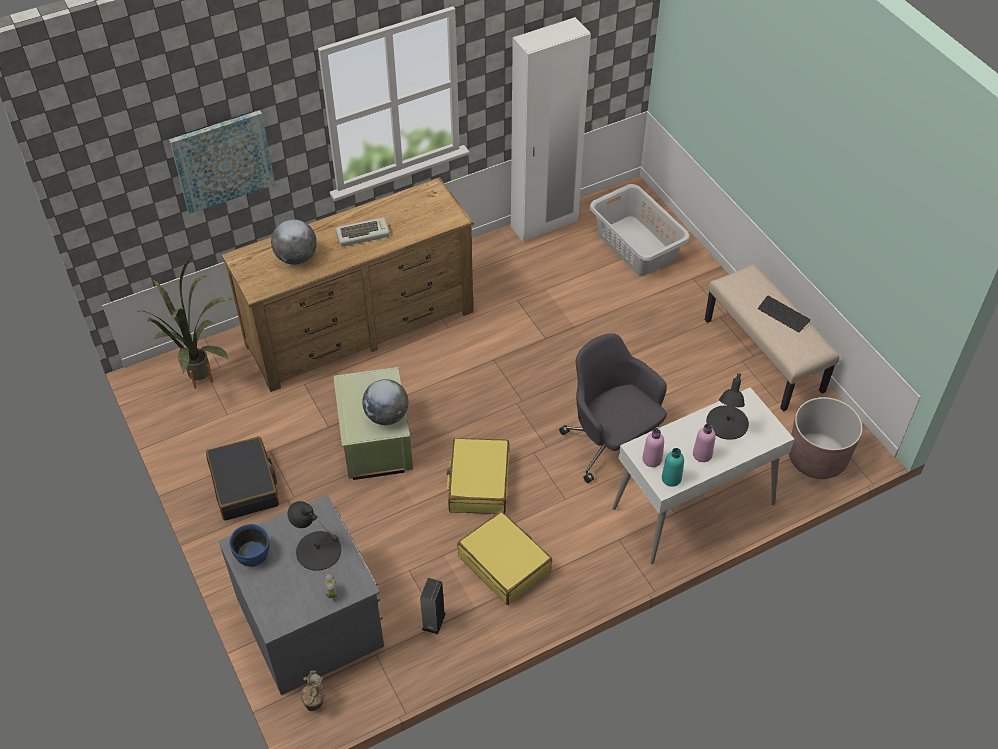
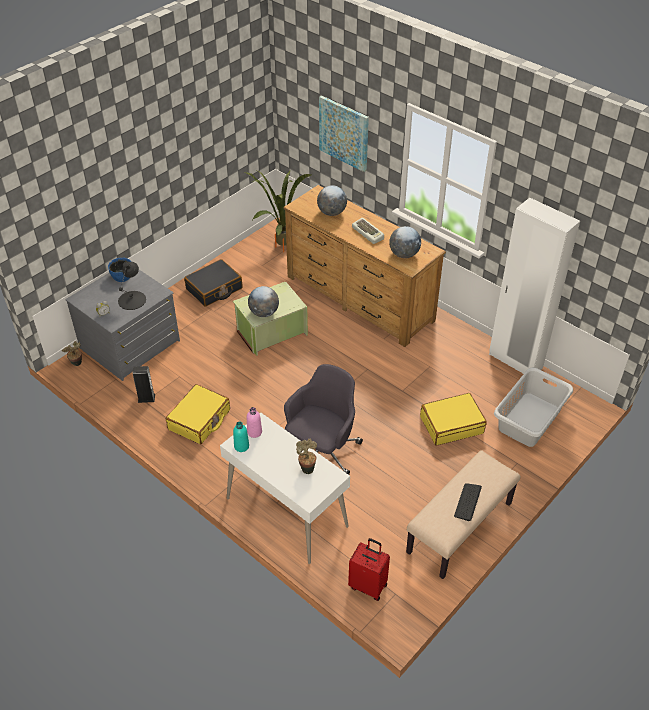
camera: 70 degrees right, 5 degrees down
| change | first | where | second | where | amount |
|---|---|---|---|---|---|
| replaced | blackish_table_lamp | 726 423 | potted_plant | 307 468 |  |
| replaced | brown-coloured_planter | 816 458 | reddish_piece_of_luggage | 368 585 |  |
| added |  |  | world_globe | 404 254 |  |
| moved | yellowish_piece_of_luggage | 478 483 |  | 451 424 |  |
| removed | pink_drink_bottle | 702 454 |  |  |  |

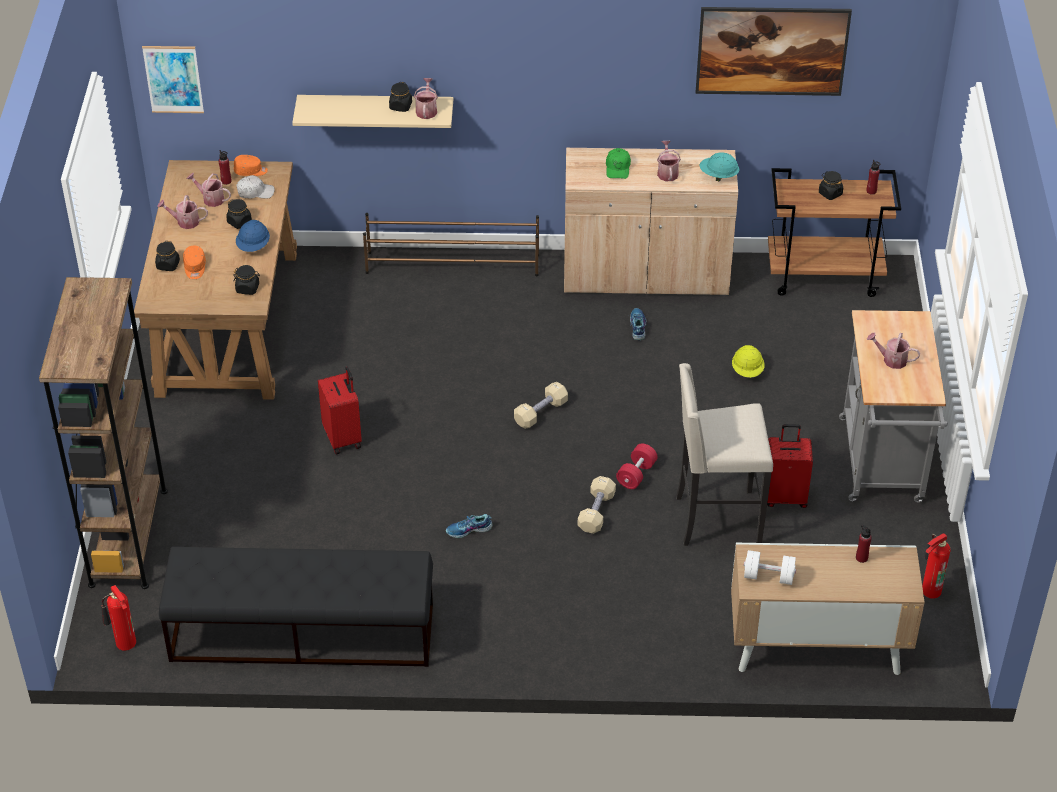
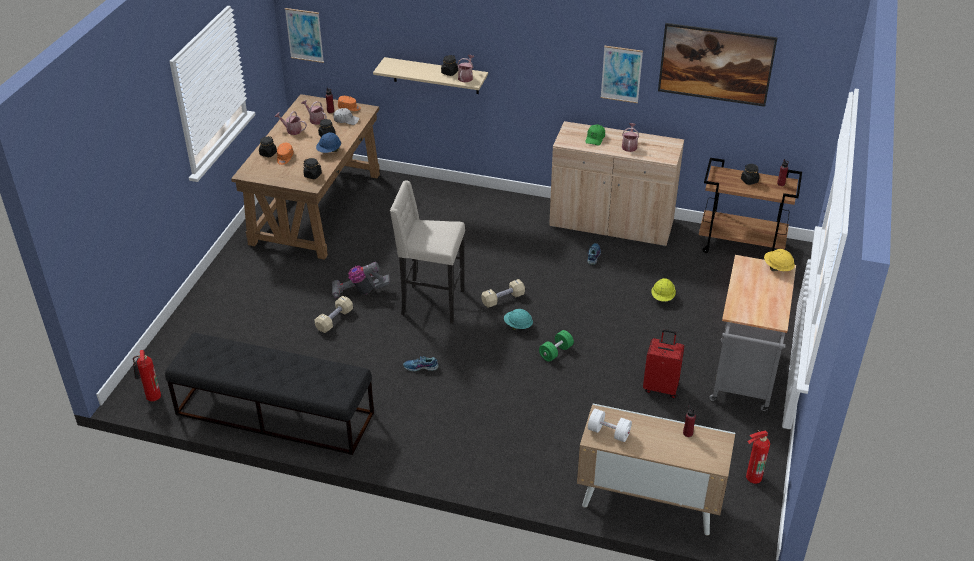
camera: 15 degrees right, 5 degrees down
| change | first | where | second | where | amount |
|---|---|---|---|---|---|
| moved | beige_free_weight | 596 512 |  | 334 320 |  |
| replaced | reddish_piece_of_luggage | 343 438 | vacuum | 360 291 |  |
| moved | beige_stool | 715 520 |  | 431 303 |  |
| moved | turquoise-coloured_work_helmet | 718 176 |  | 518 326 |  |
| recoloured | reddish_free_weight | 636 474 | green-coloured_free_weight | 556 352 |  |
| added |  |  | picture | 621 74 |  |
| added |  |  | yellowish_work_helmet | 777 268 |  |
| removed | brown-coloured_bookshelf | 128 537 |  |  |  |
| removed | brown-coloured_shoe_stand | 453 264 |  |  |  |
| removed | watering_can | 891 359 |  |  |  |

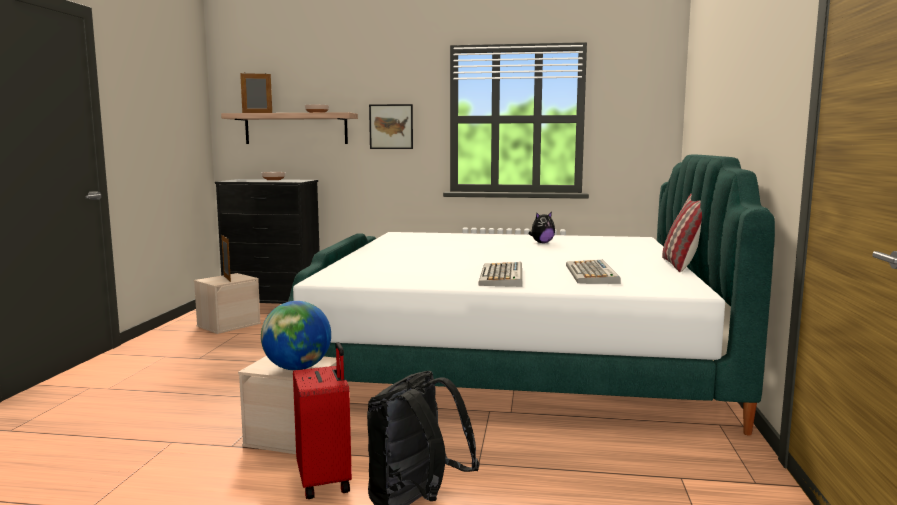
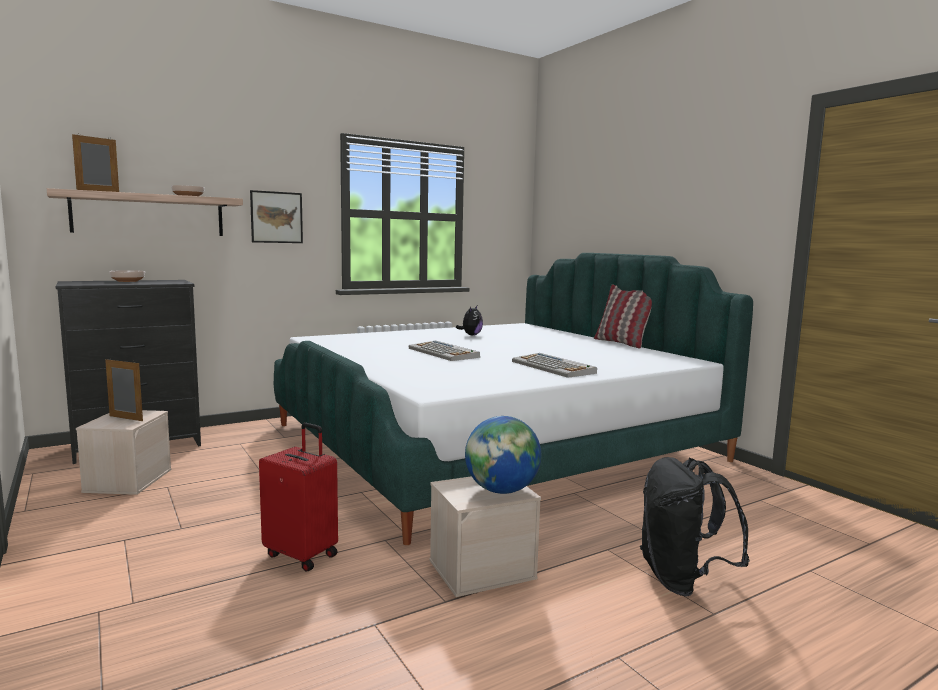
camera: 40 degrees left, 0 degrees up
| change | first | where | second | where | amount |
|---|---|---|---|---|---|
| moved | reddish_piece_of_luggage | 325 480 |  | 302 554 |  |
| moved | PC_keyboard | 592 274 |  | 444 353 |  |

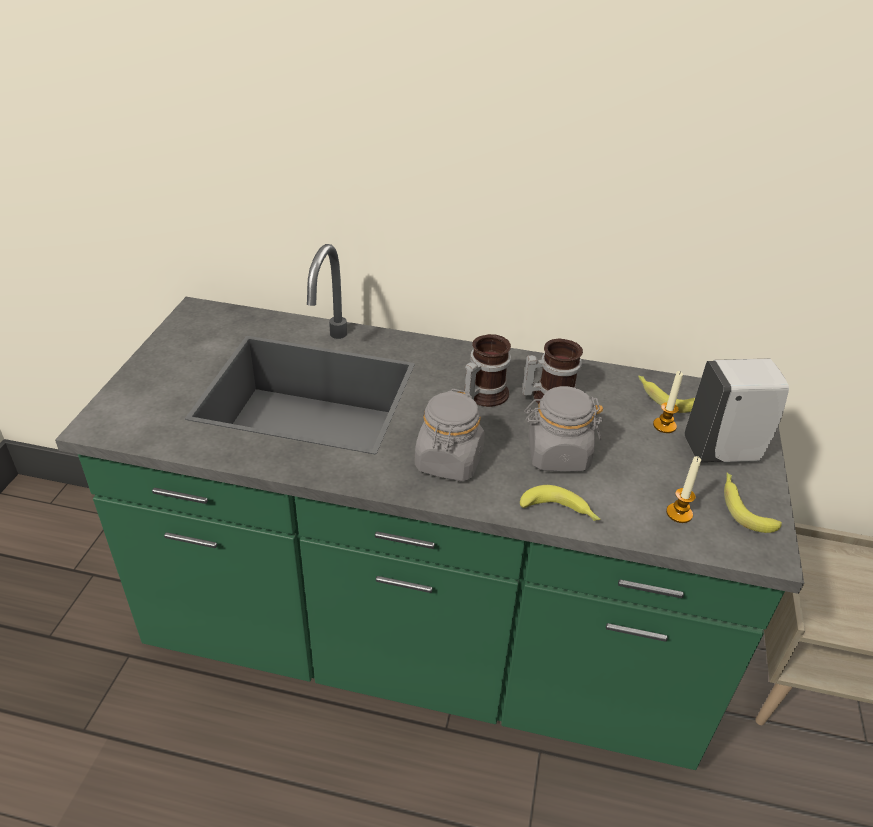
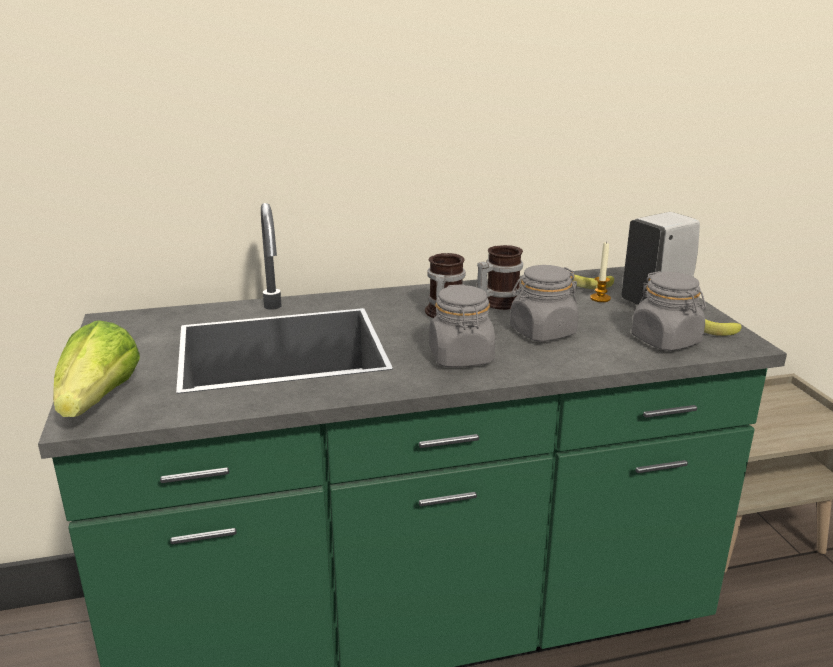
camera: 25 degrees left, 15 degrees down
| change | first | where | second | where | amount |
|---|---|---|---|---|---|
| added |  |  | lettuce_head | 99 400 |  |
| replaced | candle | 679 513 | gray_storage_jar | 666 340 |  |
| removed | whole_banana | 560 512 |  |  |  |

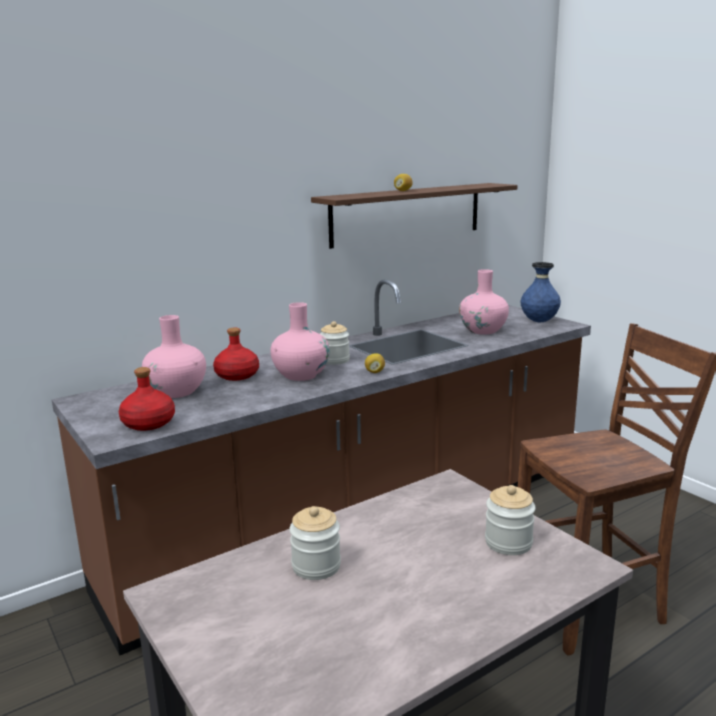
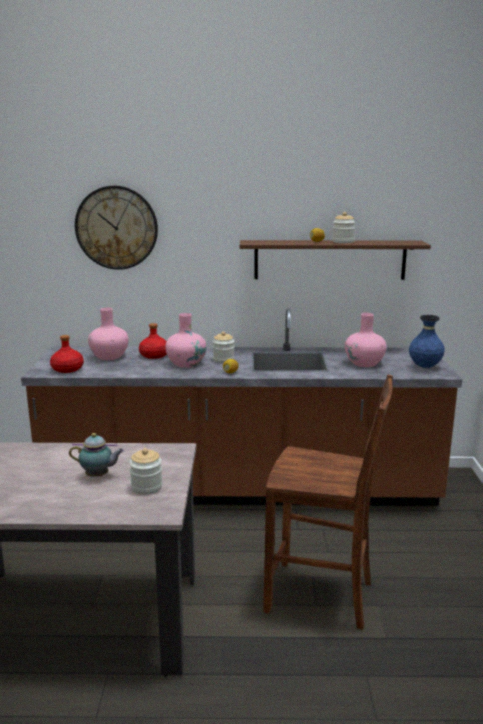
camera: 35 degrees right, 0 degrees up
| change | first | where | second | where | amount |
|---|---|---|---|---|---|
| added |  |  | pot_for_tea | 98 476 |  |
| added |  |  | wall_clock | 116 228 |  |
| moved | storage_jar | 316 566 |  | 343 242 |  |

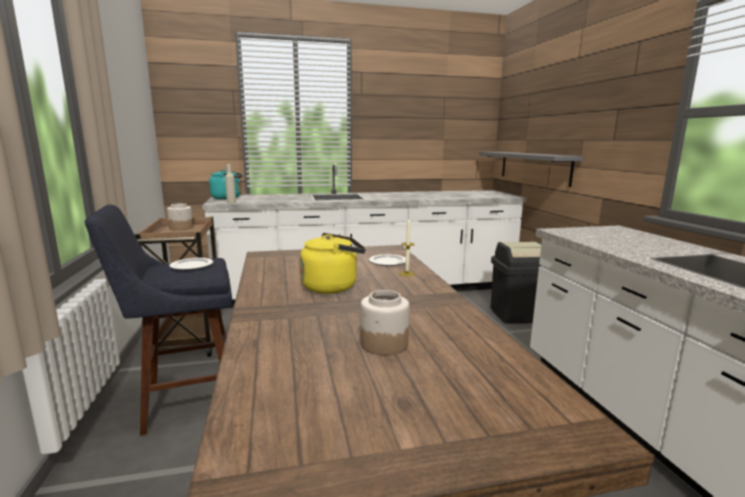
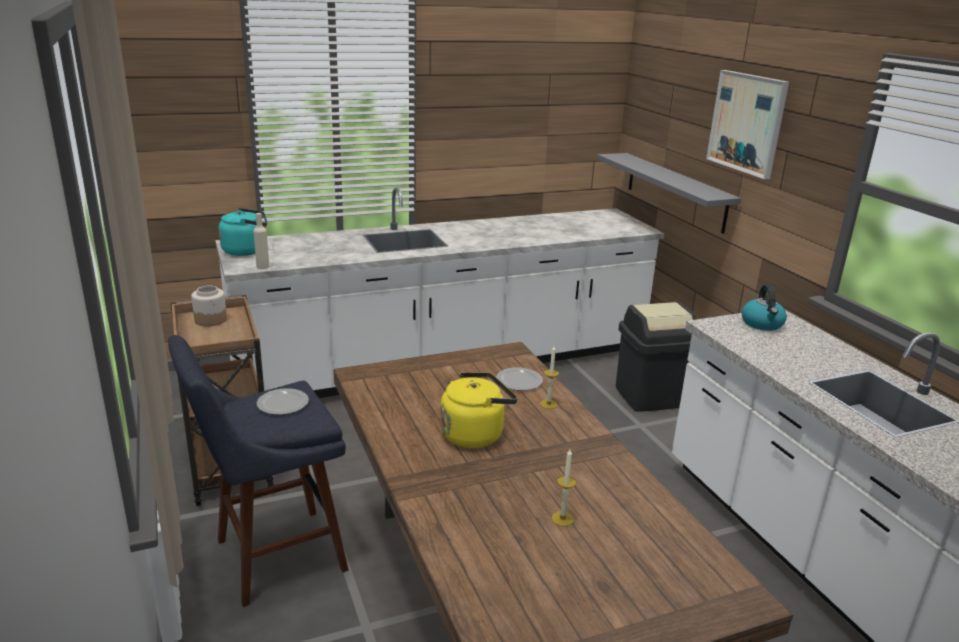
camera: 10 degrees left, 10 degrees up
| change | first | where | second | where | amount |
|---|---|---|---|---|---|
| replaced | storage_jar | 383 344 | candle | 562 519 |  |
| added |  |  | picture | 747 123 |  |
| added |  |  | kettle | 762 324 |  |

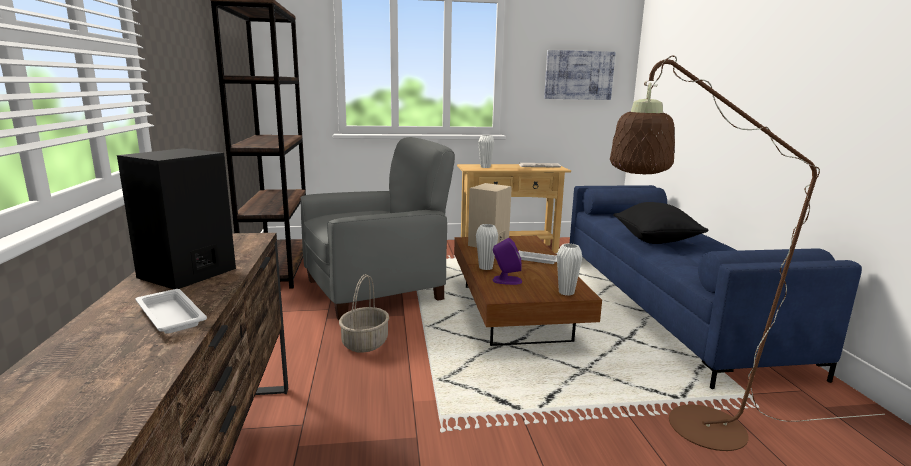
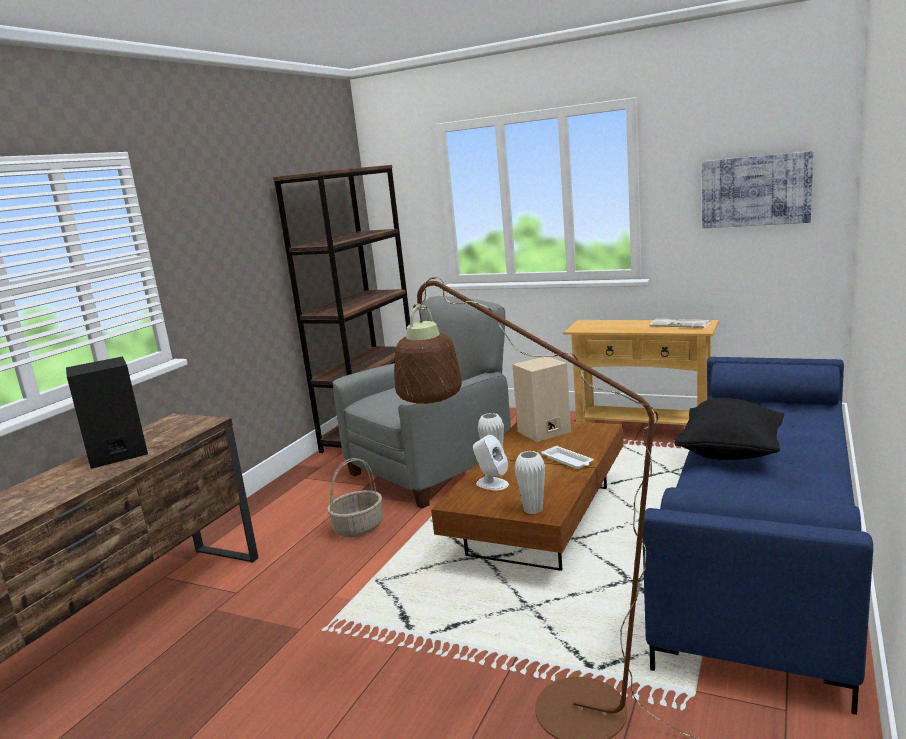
camera: 35 degrees right, 0 degrees up
| change | first | where | second | where | amount |
|---|---|---|---|---|---|
| turned | gray_armchair | 376 289 |  | 432 469 | 45 degrees counterclockwise |
| recoloured | purple_loudspeaker | 506 280 | whitish_loudspeaker | 491 484 |  |
| removed | whitish_tray | 170 315 |  |  |  |
| removed | whitish_decorative_vase | 485 167 |  |  |  |

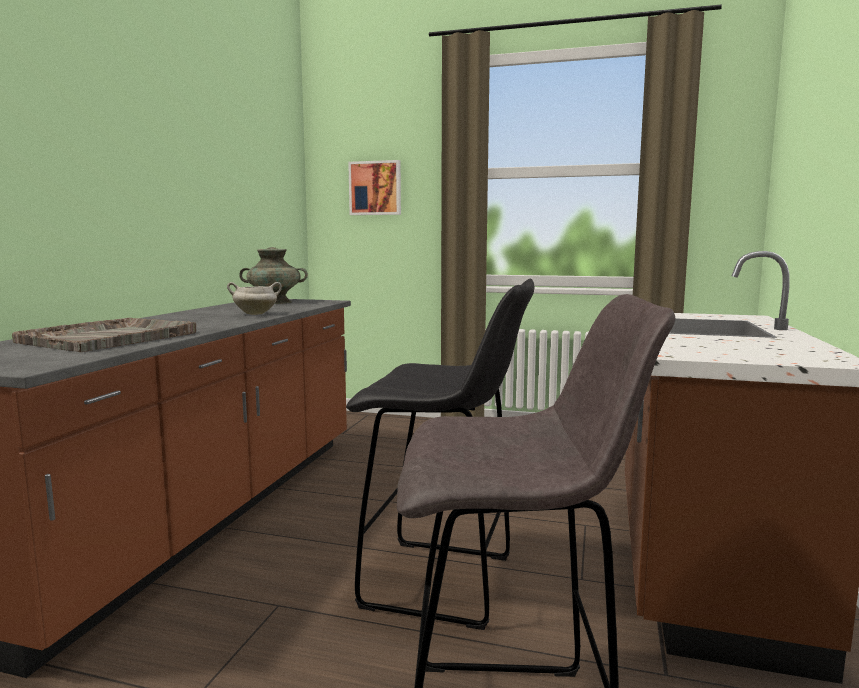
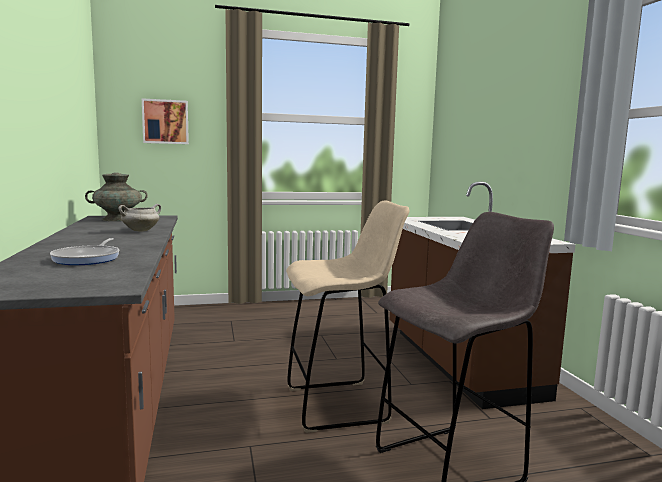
camera: 30 degrees left, 0 degrees up
| change | first | where | second | where | amount |
|---|---|---|---|---|---|
| replaced | gray_tray | 111 337 | frying_pan | 88 258 |  |
| recoloured | blackish_stool | 443 582 | beige_stool | 340 405 |  |

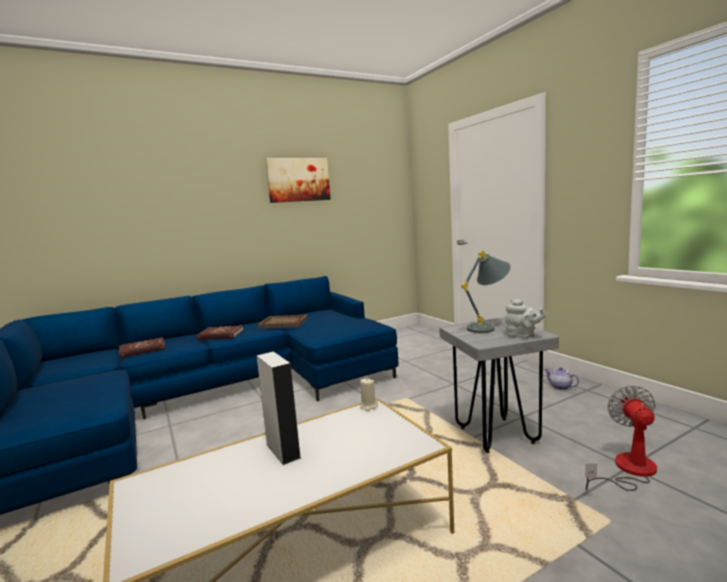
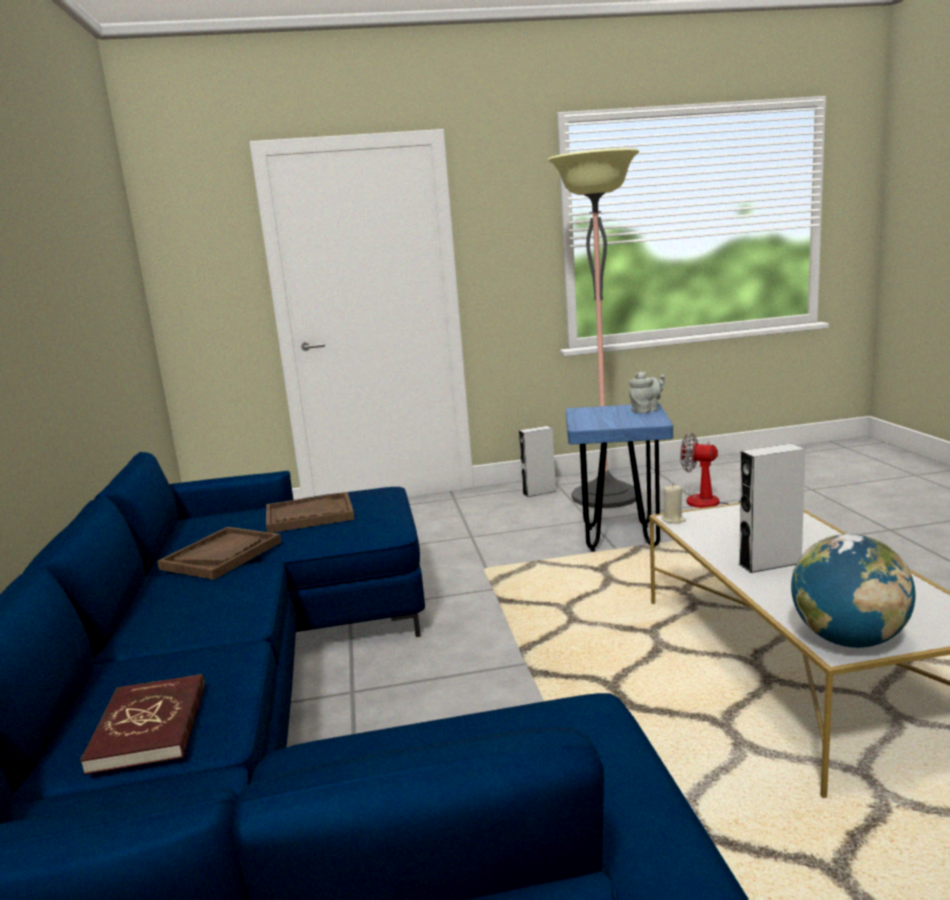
camera: 70 degrees left, 5 degrees up
| change | first | where | second | where | amount |
|---|---|---|---|---|---|
| added |  |  | brown-coloured_tray | 309 515 |  |
| replaced | pot_for_tea | 560 387 | gray_loudspeaker | 539 492 |  |
| added |  |  | standard_lamp | 605 496 |  |
| recoloured | gray_stool | 496 435 | blue_stool | 619 538 |  |
| added |  |  | world_globe | 848 640 |  |
| removed | reddish_volume | 220 335 |  |  |  |
| removed | picture | 298 180 |  |  |  |
| removed | gray_table_lamp | 488 327 |  |  |  |

